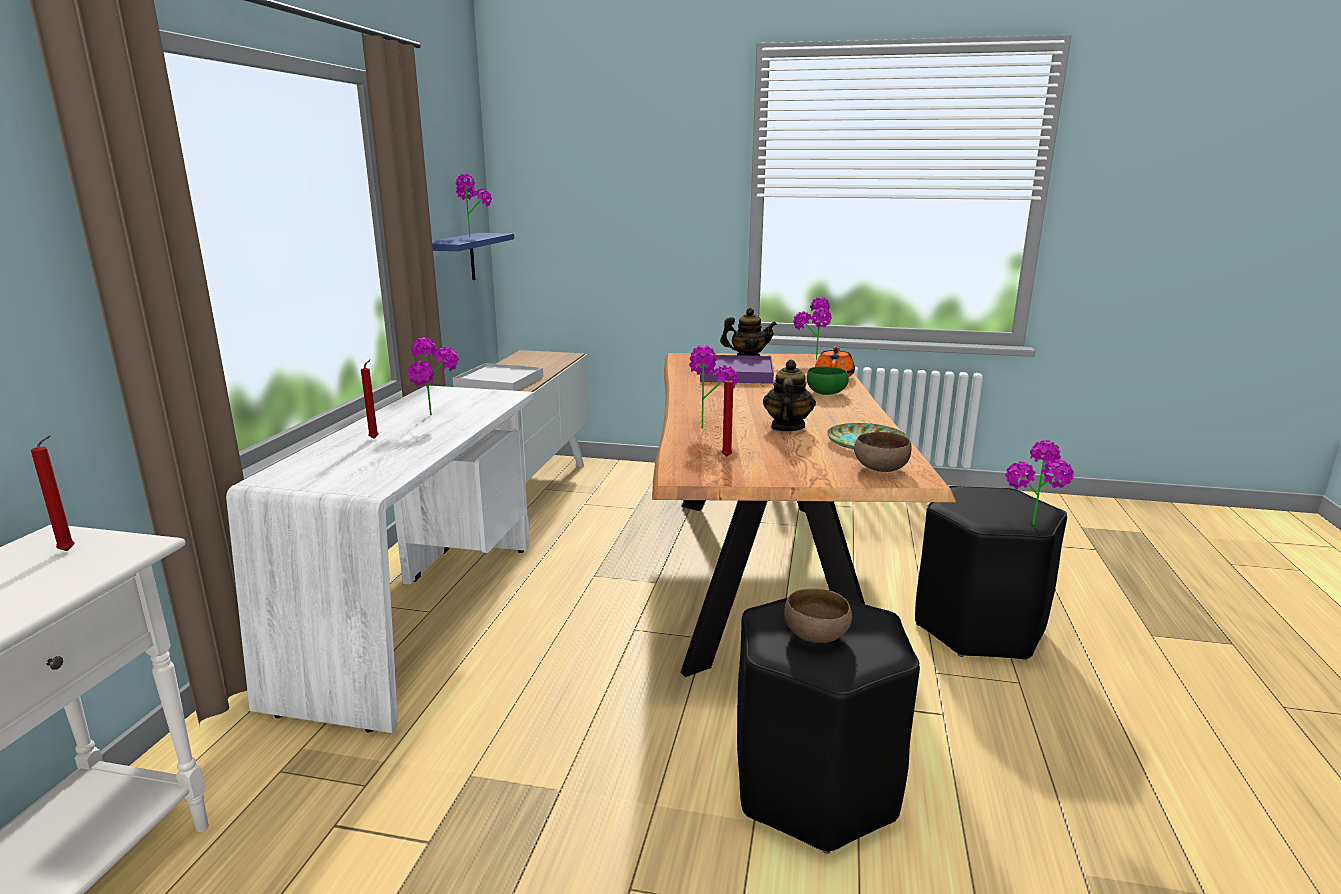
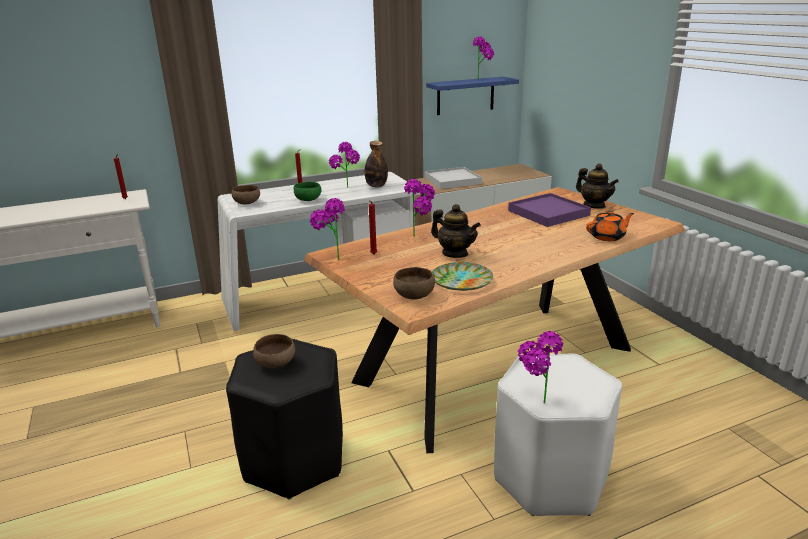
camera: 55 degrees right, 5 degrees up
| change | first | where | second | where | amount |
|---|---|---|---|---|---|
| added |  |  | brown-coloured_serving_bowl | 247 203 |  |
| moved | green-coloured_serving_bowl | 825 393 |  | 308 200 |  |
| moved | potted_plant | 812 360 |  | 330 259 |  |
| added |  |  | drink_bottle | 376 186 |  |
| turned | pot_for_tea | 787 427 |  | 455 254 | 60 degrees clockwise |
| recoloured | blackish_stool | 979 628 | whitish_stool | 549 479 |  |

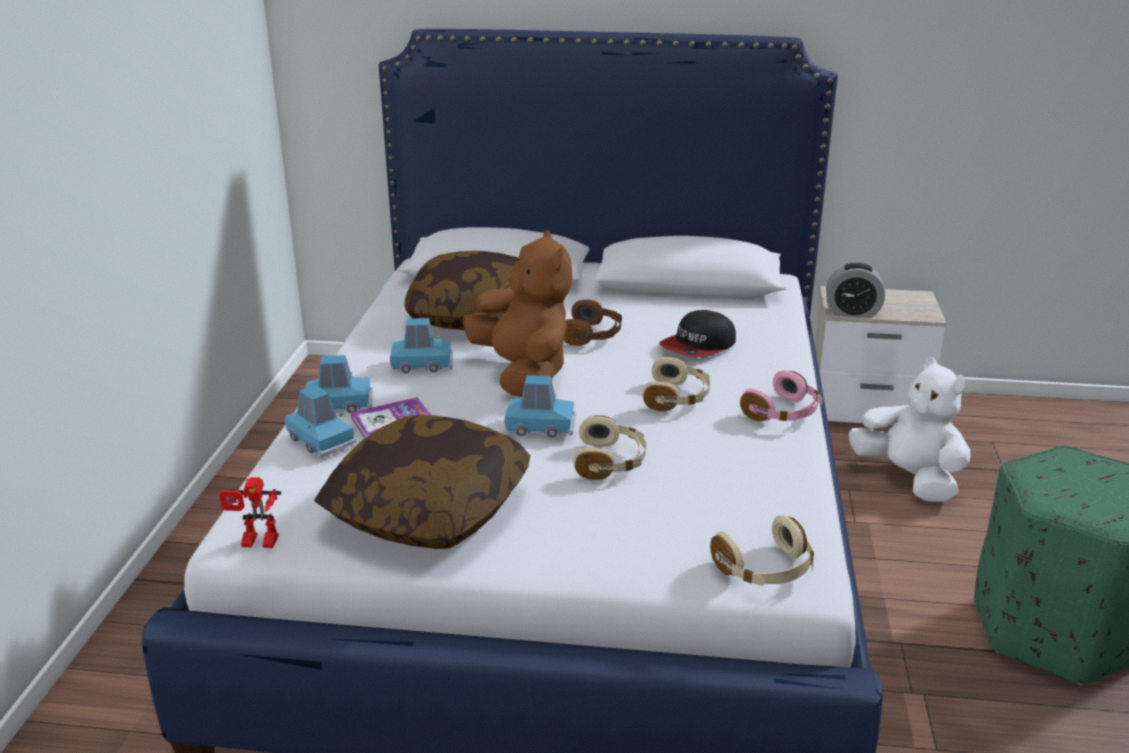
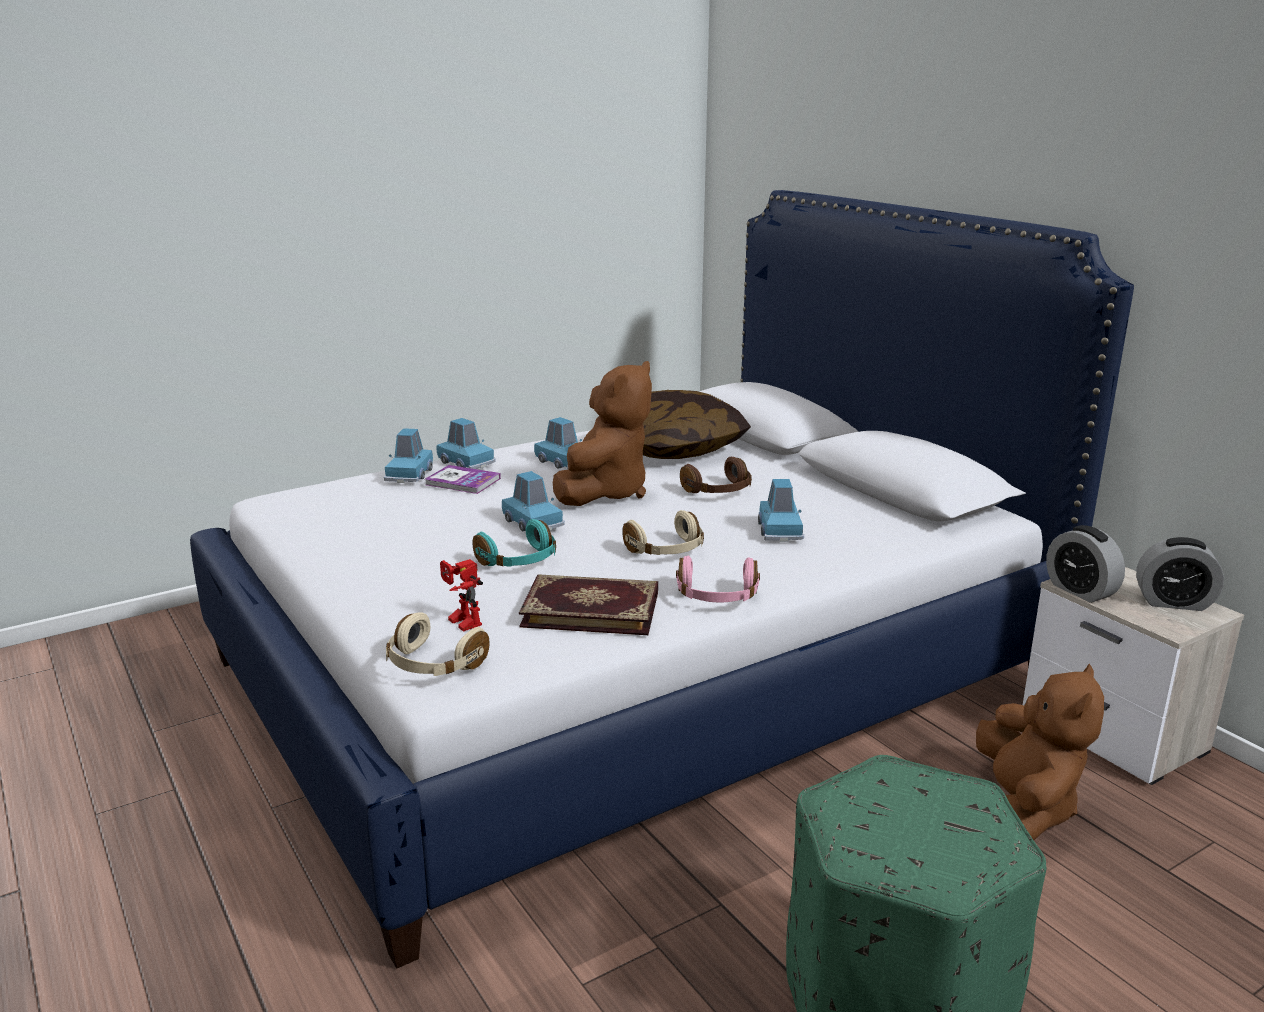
camera: 50 degrees right, 5 degrees down
| change | first | where | second | where | amount |
|---|---|---|---|---|---|
| moved | toy_robot | 256 543 |  | 459 622 |  |
| recoloured | beige_headset | 610 462 | turquoise-coloured_headset | 519 561 |  |
| added |  |  | volume | 591 608 |  |
| replaced | cap | 698 346 | blue_miniature_car | 780 530 |  |
| recoloured | whitish_plush_toy | 909 478 | brown-coloured_plush_toy | 1023 809 |  |
| added |  |  | bedside_clock | 1173 602 |  |
| removed | cushion | 428 509 |  |  |  |

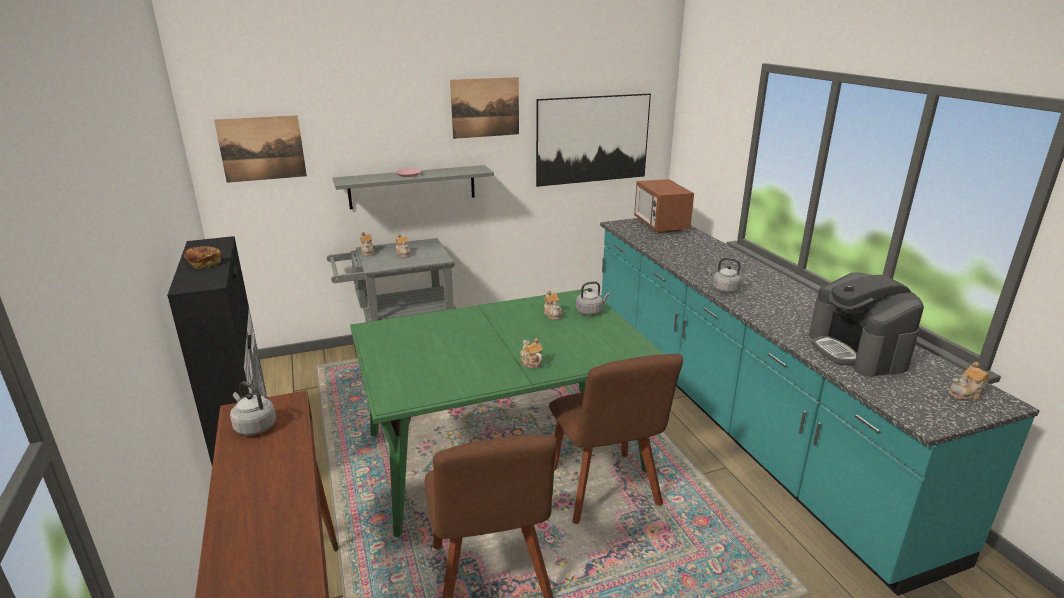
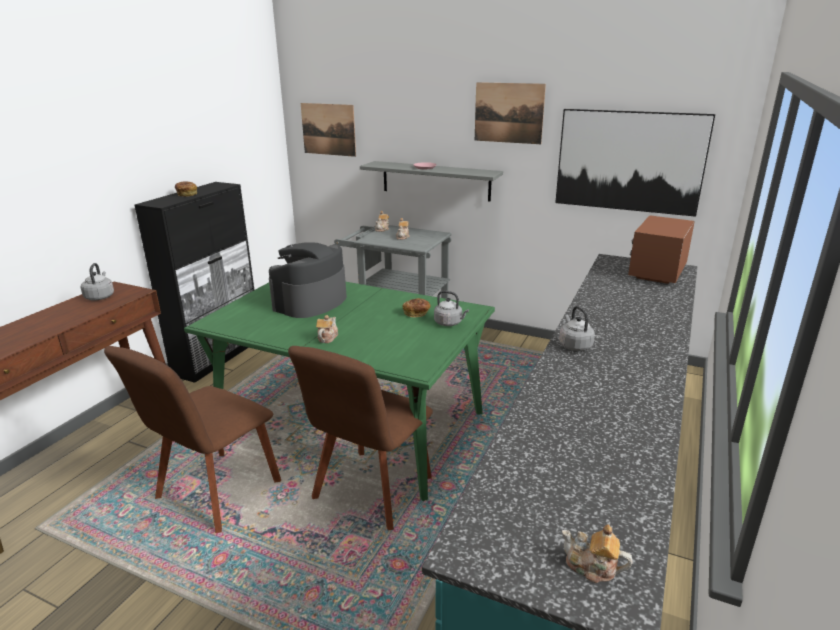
camera: 45 degrees right, 0 degrees up
| change | first | where | second | where | amount |
|---|---|---|---|---|---|
| moved | coffee_machine | 857 351 |  | 310 302 |  |
| replaced | pot_for_tea | 553 314 | bread | 417 313 |  |

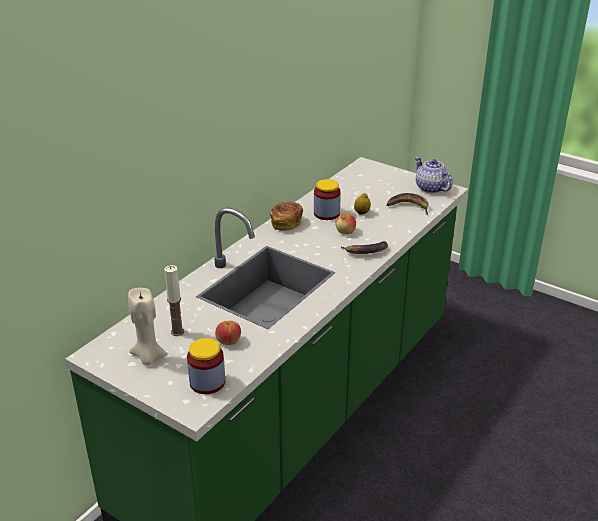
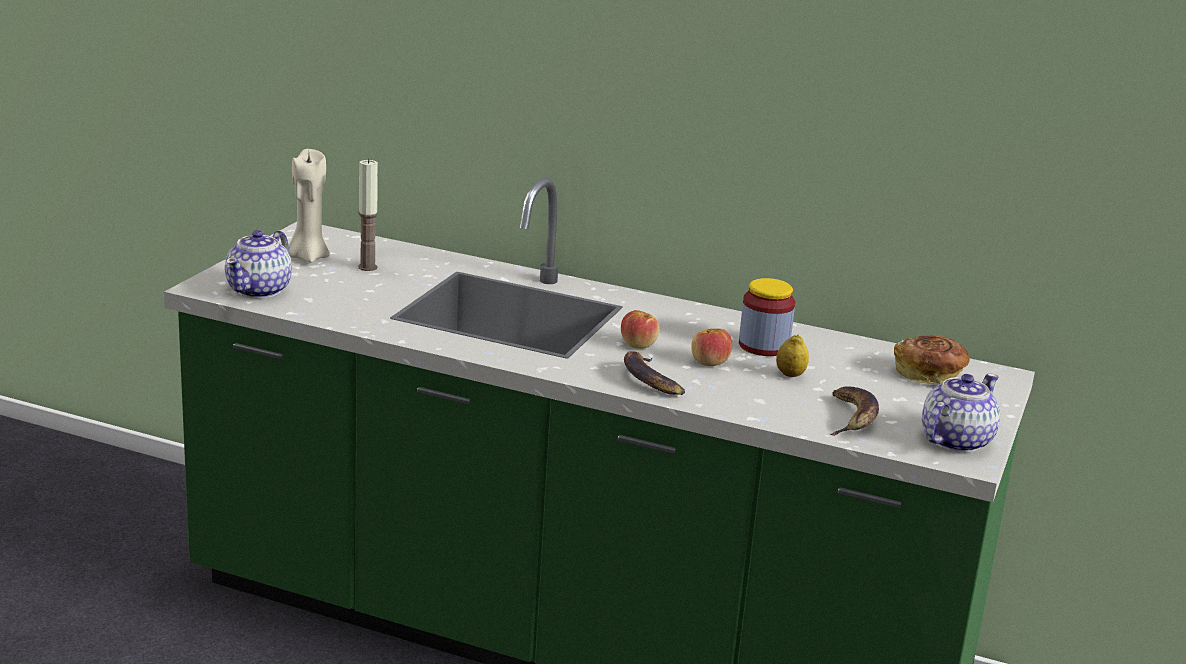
camera: 75 degrees right, 10 degrees down
| change | first | where | second | where | amount |
|---|---|---|---|---|---|
| replaced | storage_jar | 207 382 | pot_for_tea | 260 290 |  |
| moved | apple | 228 341 |  | 638 344 |  |
| moved | bread | 286 223 |  | 929 376 |  |

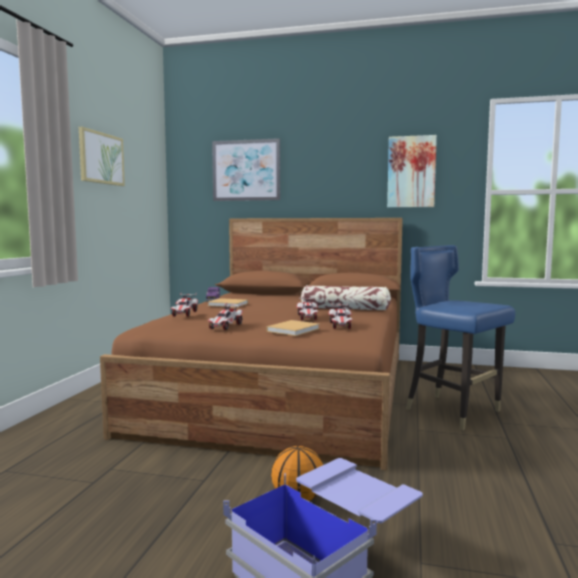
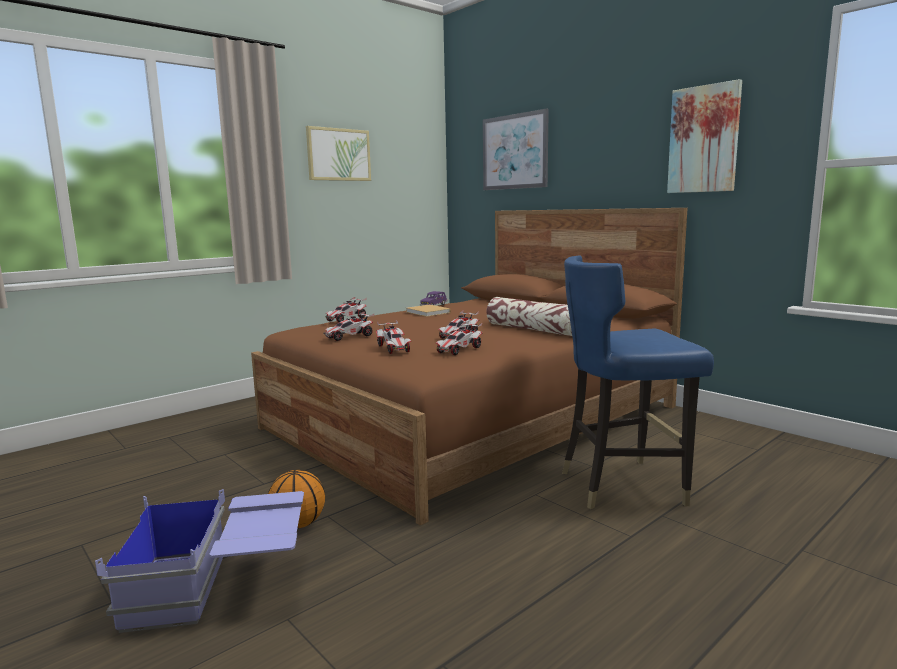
camera: 35 degrees right, 5 degrees up
| change | first | where | second | where | amount |
|---|---|---|---|---|---|
| replaced | beige_volume | 294 329 | miniature_car | 394 348 |  |
| turned | blue_chair | 453 411 |  | 622 485 | 90 degrees counterclockwise |

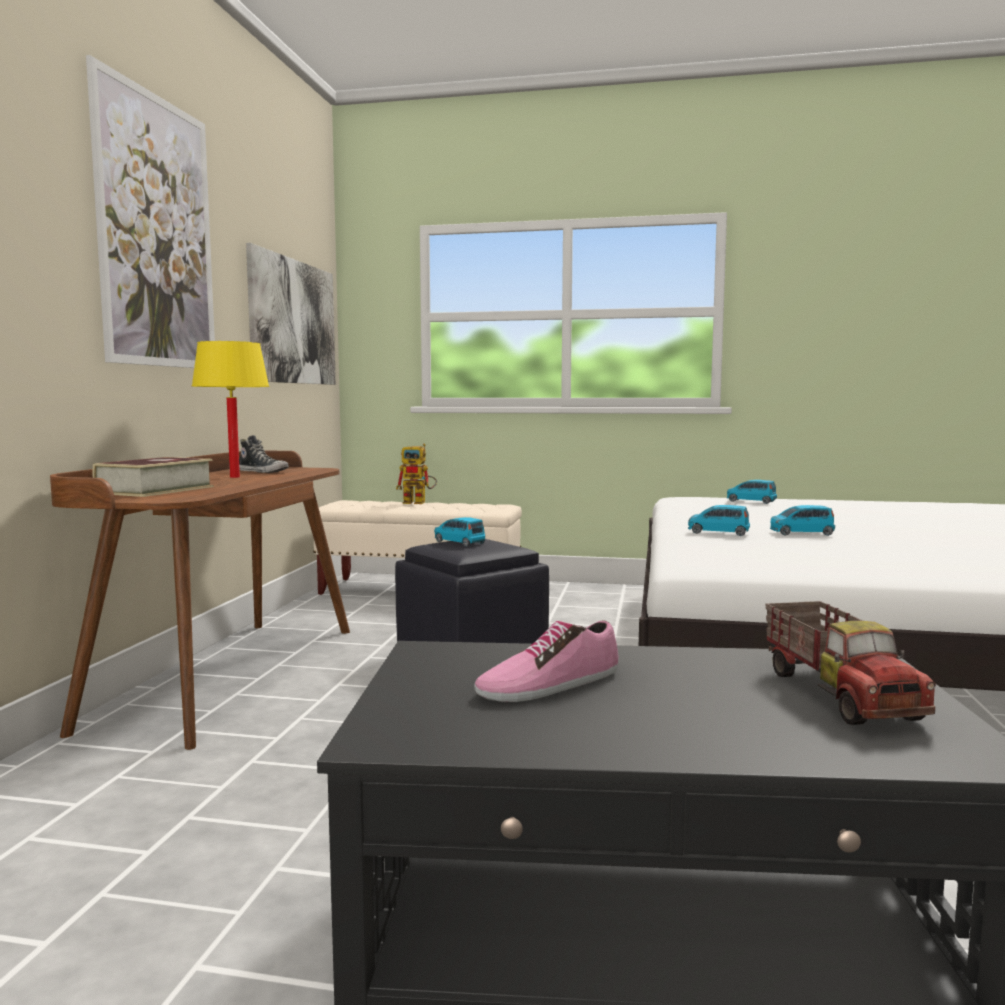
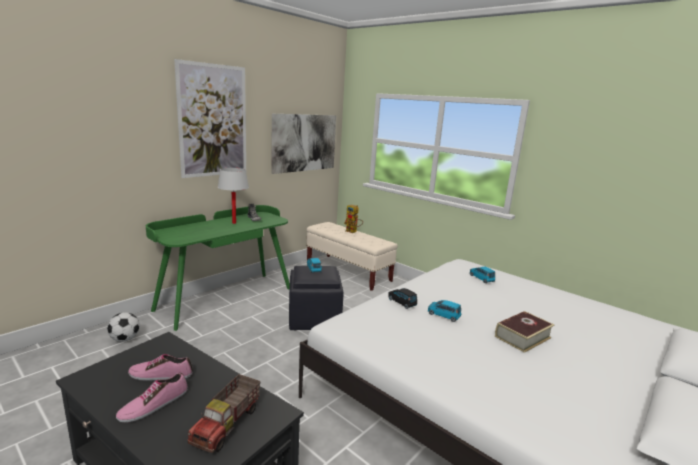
camera: 30 degrees right, 10 degrees up
| change | first | where | second | where | amount |
|---|---|---|---|---|---|
| added |  |  | football_ball | 125 339 |  |
| added |  |  | shoe | 153 404 |  |
| recoloured | brown-coloured_desk_table | 228 674 | green-coloured_desk_table | 225 298 |  |
| recoloured | yellowish_table_lamp | 235 477 | whitish_table_lamp | 234 223 |  |
| recoloured | blue_miniature_car | 718 532 | blackish_miniature_car | 402 302 |  |
| moved | volume | 155 490 |  | 522 337 |  |

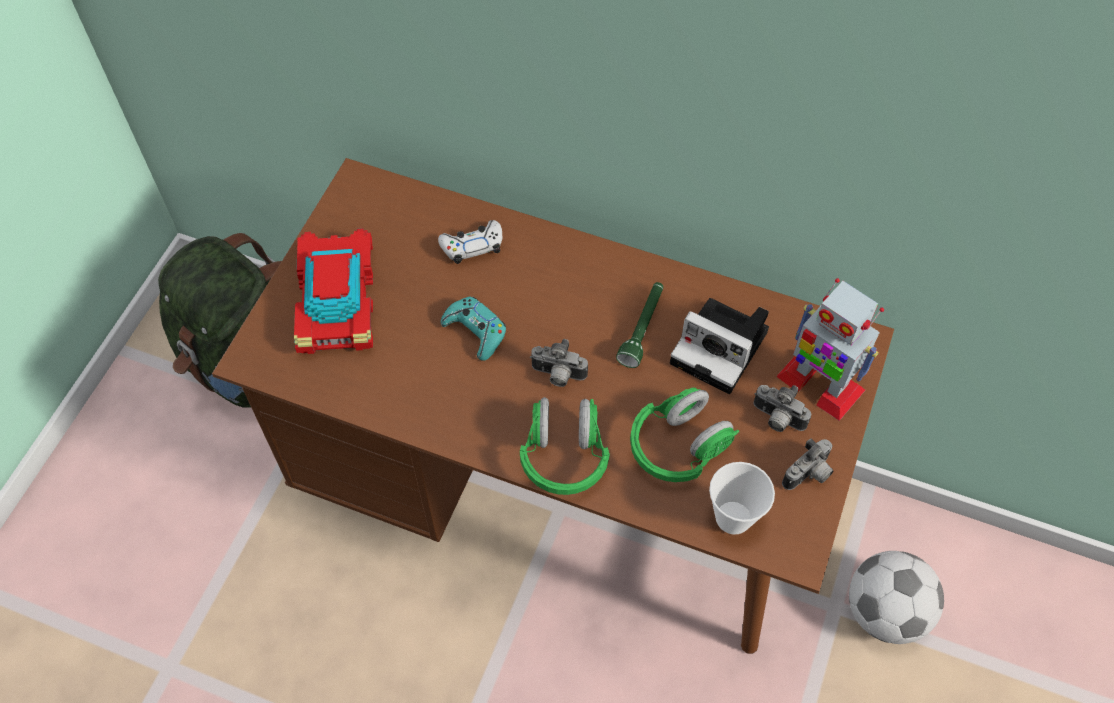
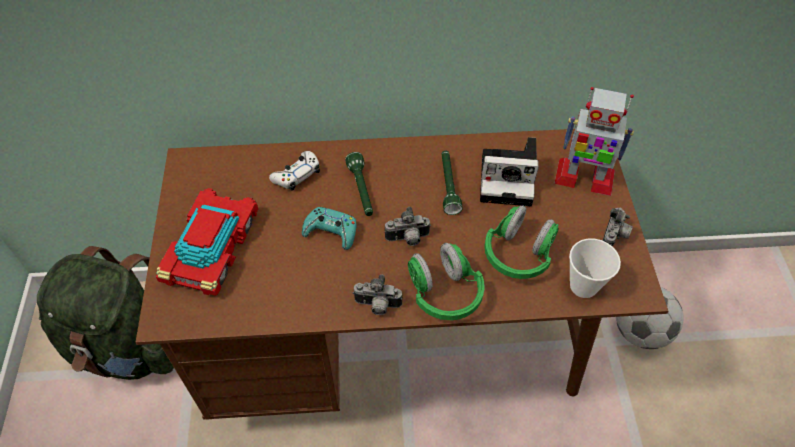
camera: 25 degrees left, 5 degrees down
| change | first | where | second | where | amount |
|---|---|---|---|---|---|
| turned | miniature_car | 338 298 |  | 213 247 | 45 degrees clockwise |
| added |  |  | green-coloured_torch | 361 190 |  |
| moved | still_camera | 776 419 |  | 377 306 |  |

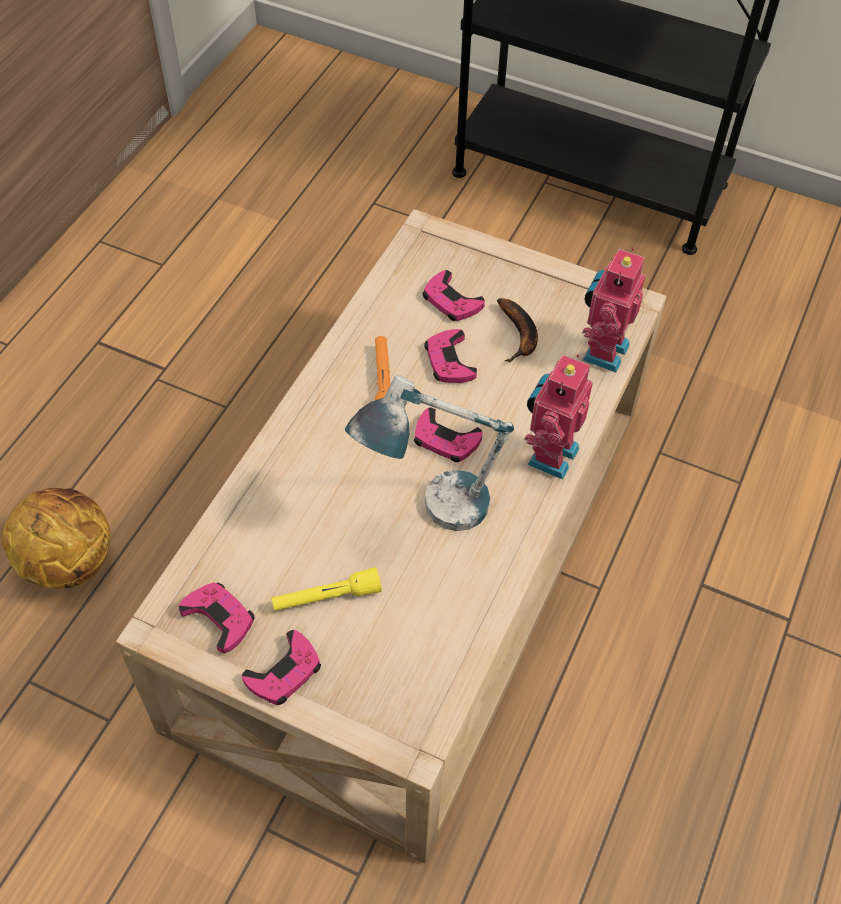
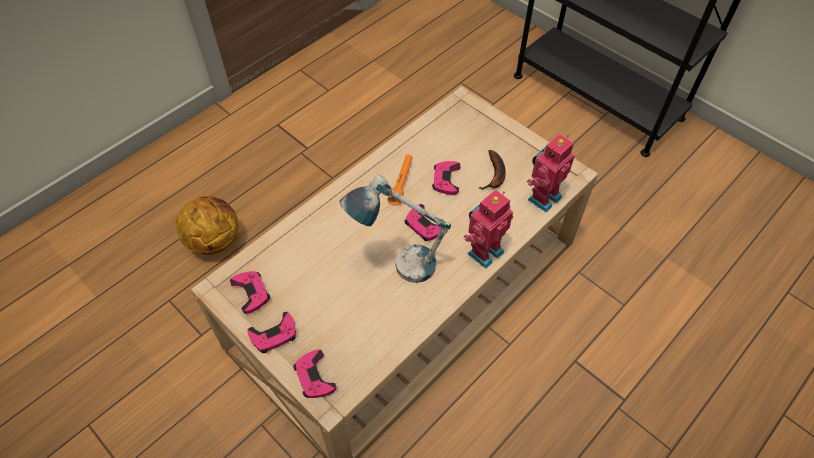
camera: 20 degrees right, 0 degrees up
| change | first | where | second | where | amount |
|---|---|---|---|---|---|
| moved | pink_game_controller | 451 301 |  | 314 377 |  |
| removed | yellowish_torch | 326 597 |  |  |  |

